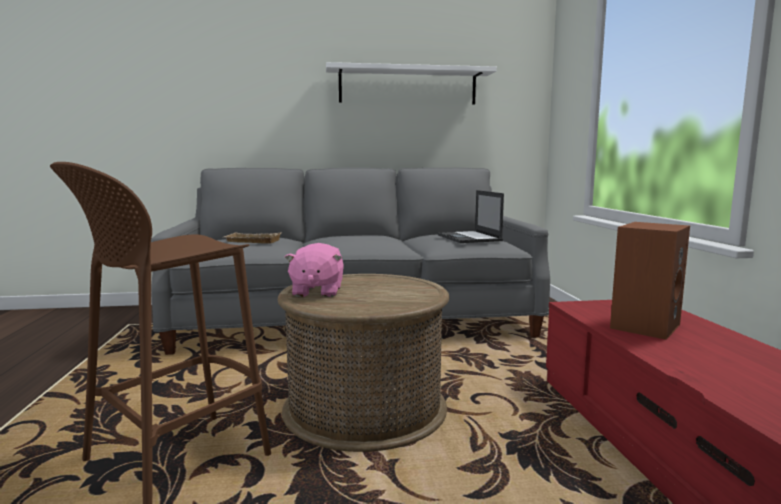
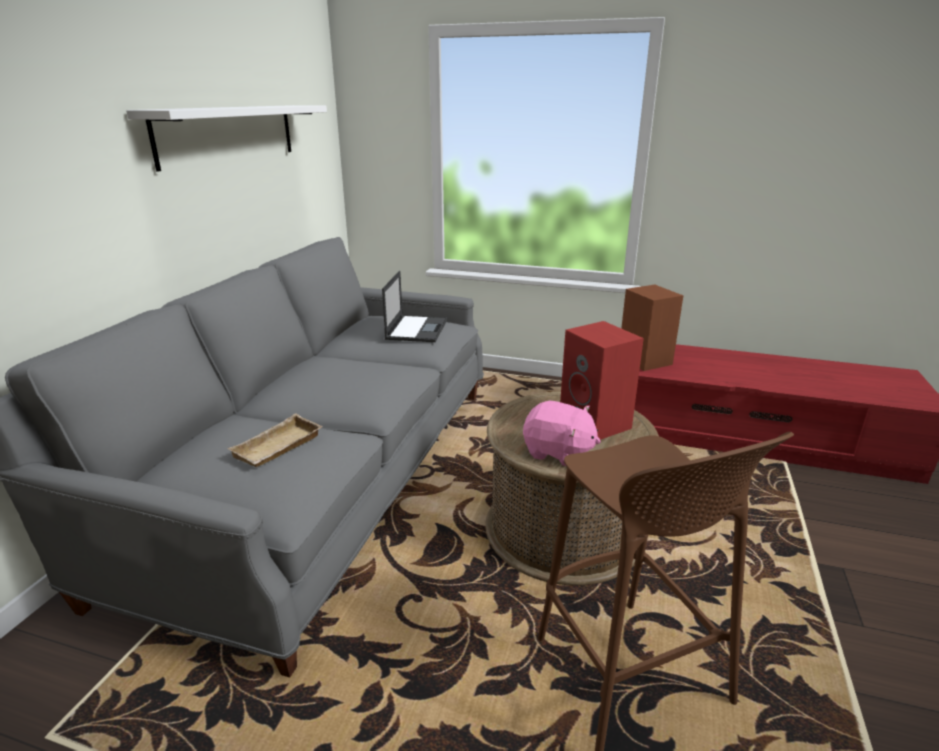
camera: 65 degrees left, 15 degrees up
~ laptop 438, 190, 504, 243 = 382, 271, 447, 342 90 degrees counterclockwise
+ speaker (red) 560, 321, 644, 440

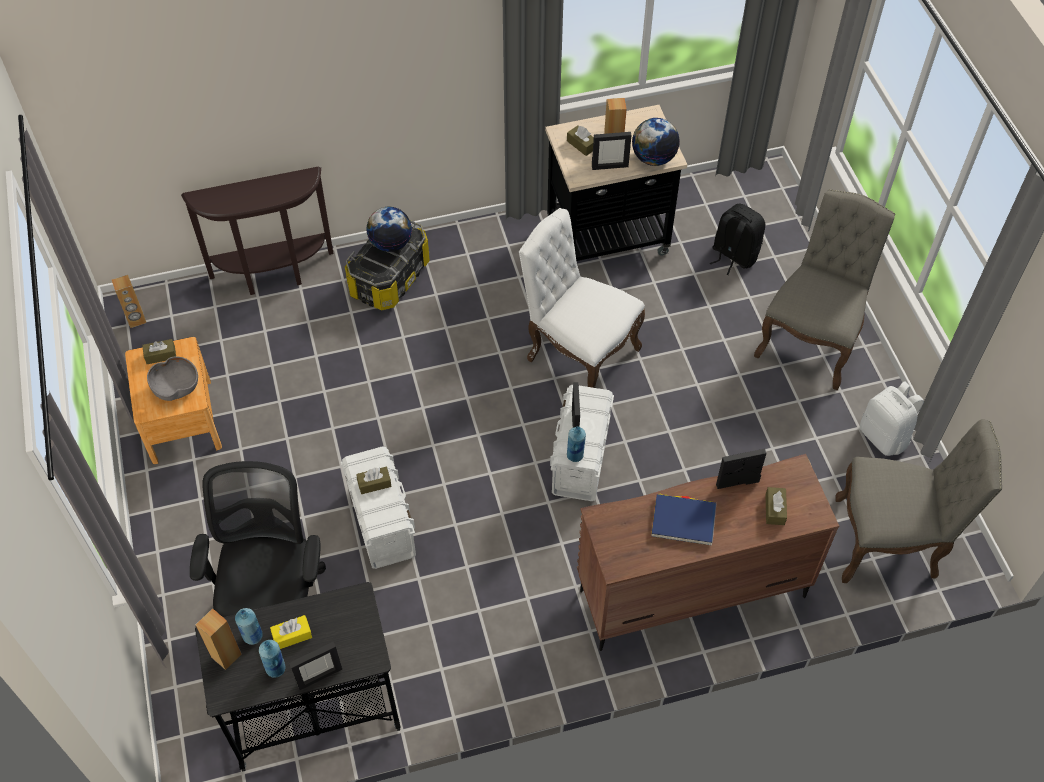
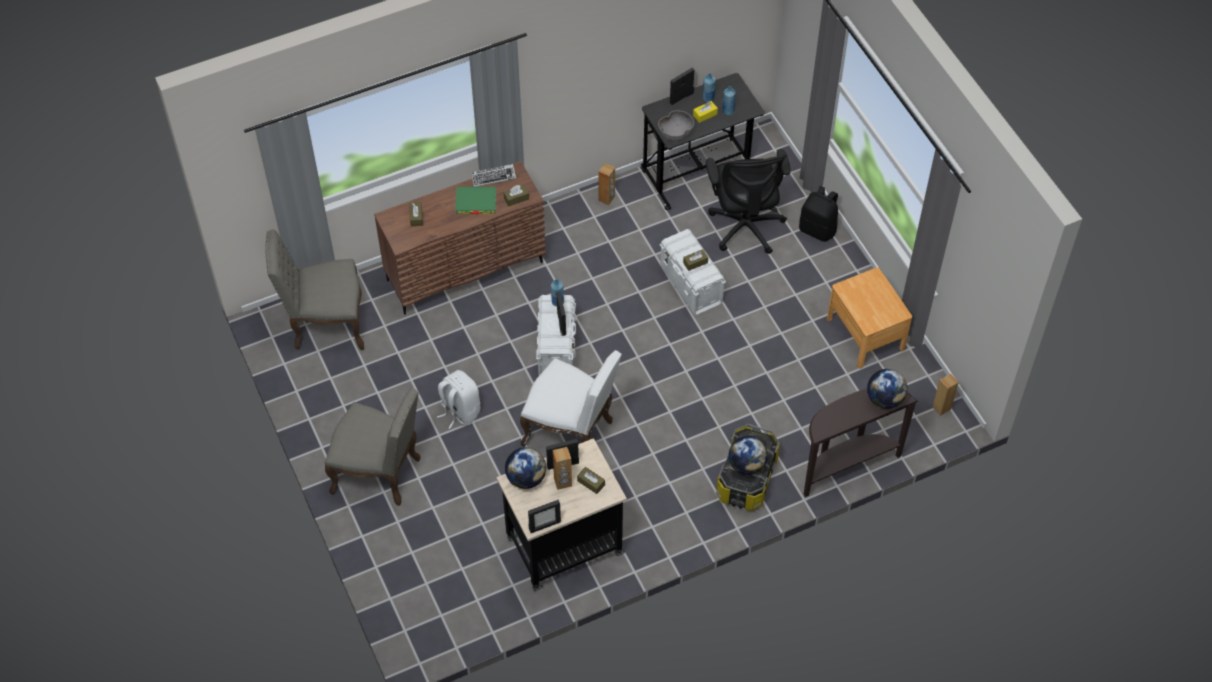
camera: 170 degrees right, 0 degrees up
~ tissue box (brown) 142, 339, 176, 364 to 504, 185, 529, 206
~ bowl (grey) 147, 356, 198, 401 to 658, 110, 694, 141
~ speaker (brown) 196, 608, 242, 670 to 598, 163, 615, 205
~ book (blue) 651, 494, 716, 546 to book (green) 455, 187, 496, 214
~ backpack (black) 710, 204, 765, 275 to 799, 186, 838, 242
~ picture frame 716, 448, 767, 489 to 528, 500, 561, 533
~ chair (grey) 754, 189, 895, 390 = 325, 388, 421, 506 90 degrees counterclockwise
~ backpack (white) 860, 381, 924, 456 to 437, 370, 481, 429
+ keyboard 471, 164, 516, 187
+ globe 867, 369, 907, 409

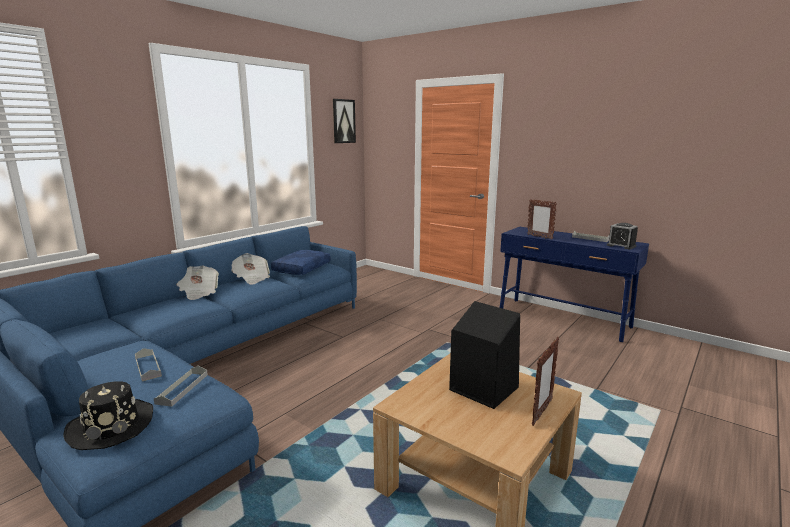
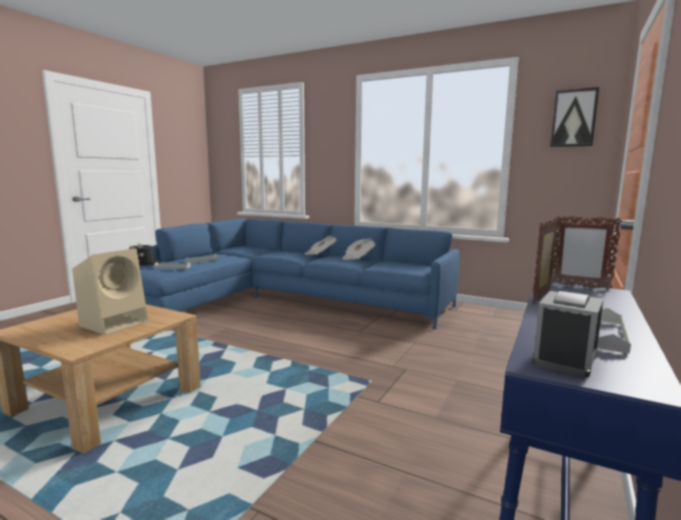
camera: 80 degrees right, 5 degrees down
- pillow (blue) 271, 250, 331, 275
~ speaker (black) 449, 301, 520, 409 to speaker (beige) 72, 248, 148, 335
~ picture frame 532, 337, 559, 426 to 551, 216, 622, 290

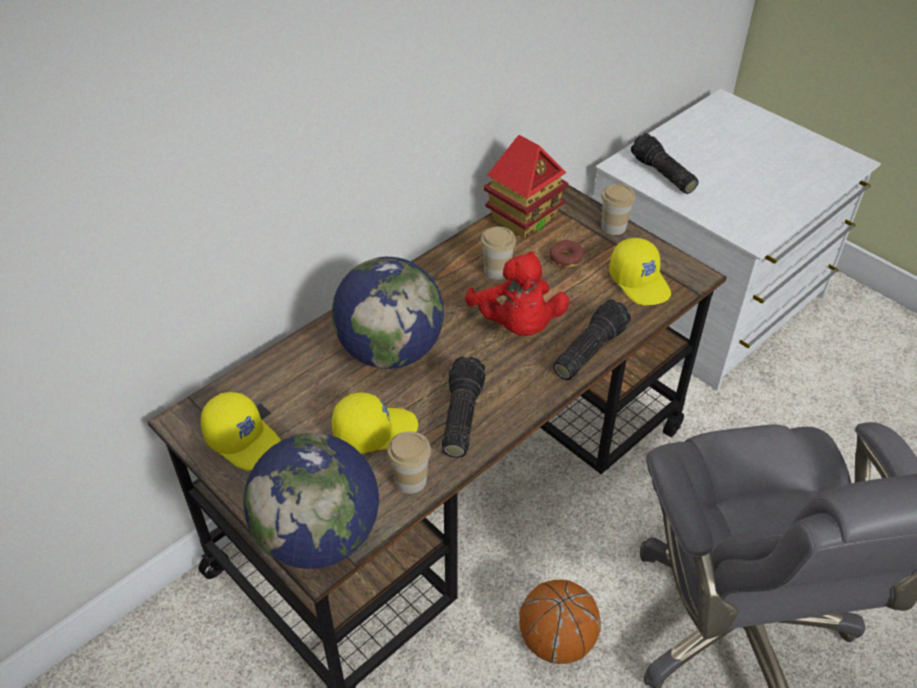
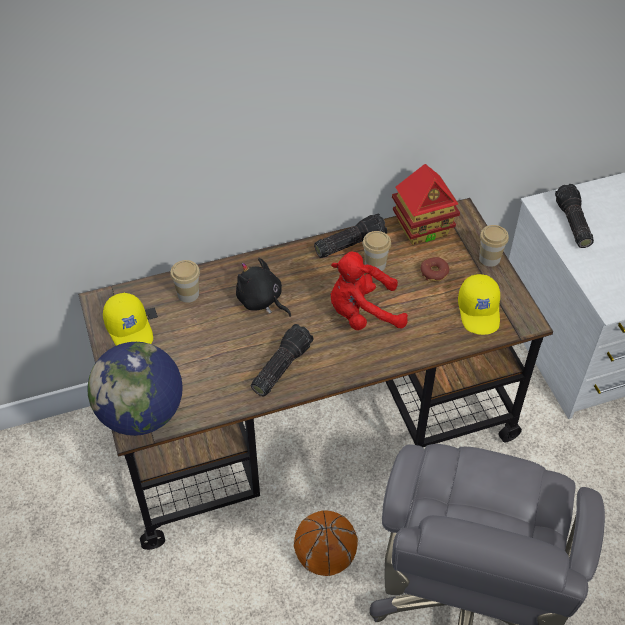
camera: 25 degrees right, 5 degrees up
~ globe 332, 257, 444, 369 to plush toy (black) 236, 258, 291, 317
- cap (yellow) 332, 392, 418, 453
~ cup 387, 431, 431, 494 to 170, 260, 200, 303
~ plush toy (red) 465, 251, 569, 336 = 331, 251, 408, 330 75 degrees clockwise
~ flashlight 553, 299, 631, 380 to 314, 214, 387, 258

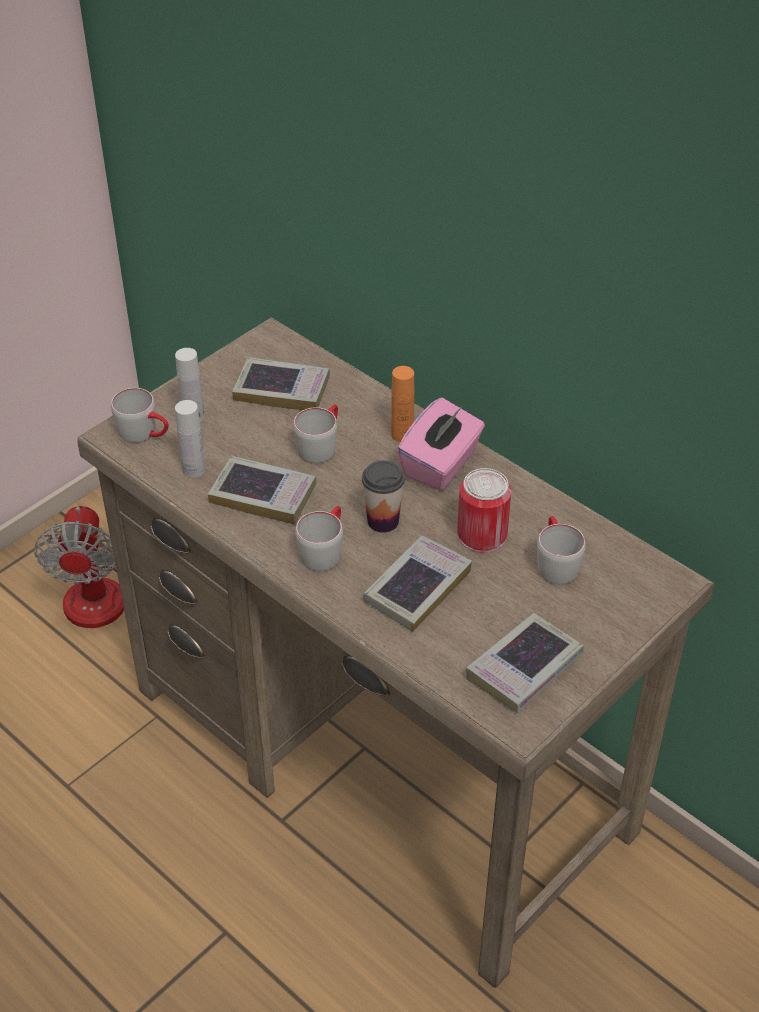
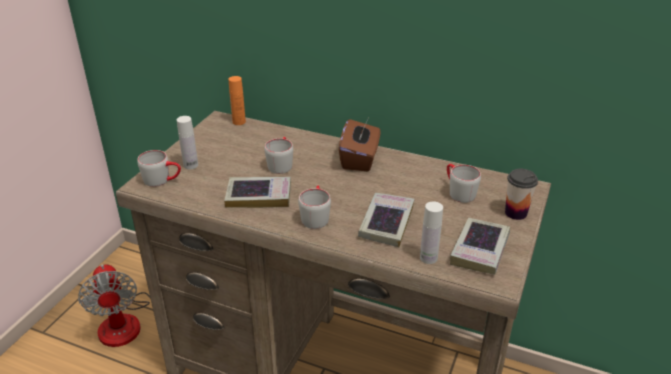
camera: 20 degrees left, 10 degrees down
~ bottle (white) 175, 400, 205, 478 to 420, 201, 443, 264
- book 232, 357, 330, 411
~ cup 362, 461, 405, 533 to 505, 169, 538, 220
~ bottle (orange) 391, 366, 414, 442 to 228, 76, 246, 125
~ tissue box (pink) 397, 398, 485, 491 to tissue box (brown) 339, 119, 381, 171
- can 457, 468, 512, 553

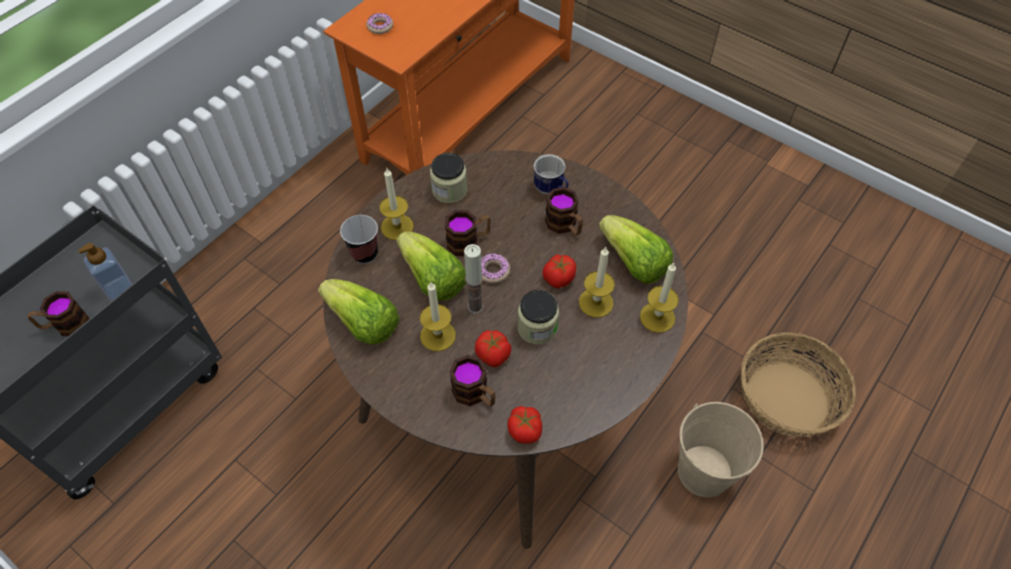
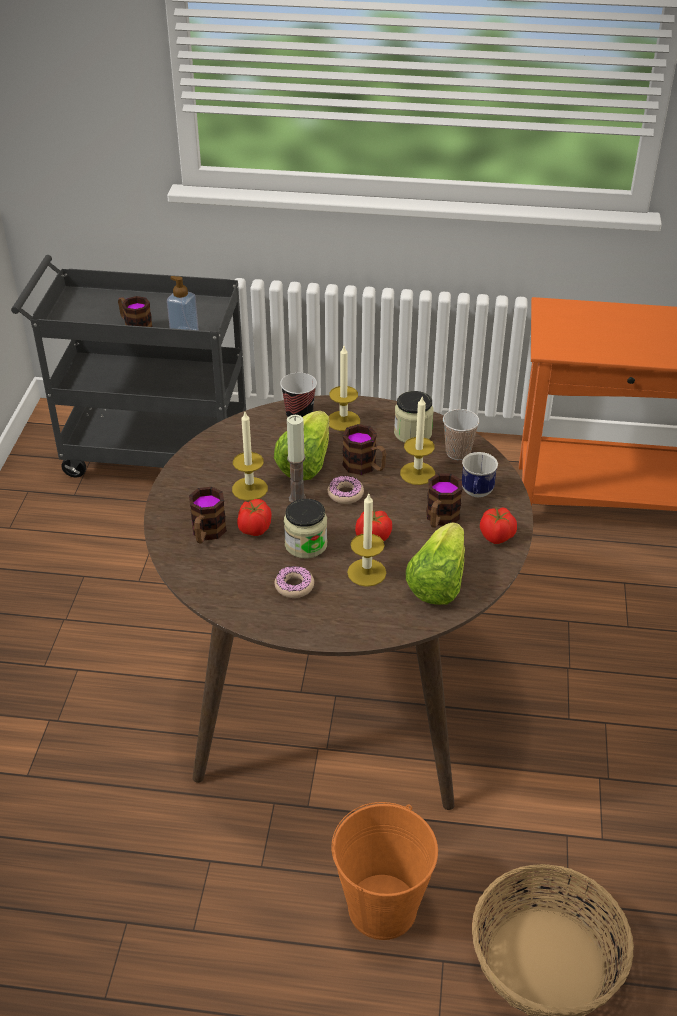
camera: 60 degrees right, 15 degrees down
- lettuce 318, 279, 399, 345
~ donut 366, 13, 393, 34 to 275, 566, 314, 598
~ tomato 508, 406, 542, 444 to 480, 507, 517, 544
~ candle 640, 262, 679, 333 to 400, 395, 435, 485
~ bucket (beige) 678, 402, 764, 497 to bucket (orange) 331, 802, 438, 940
+ cup 443, 409, 480, 460

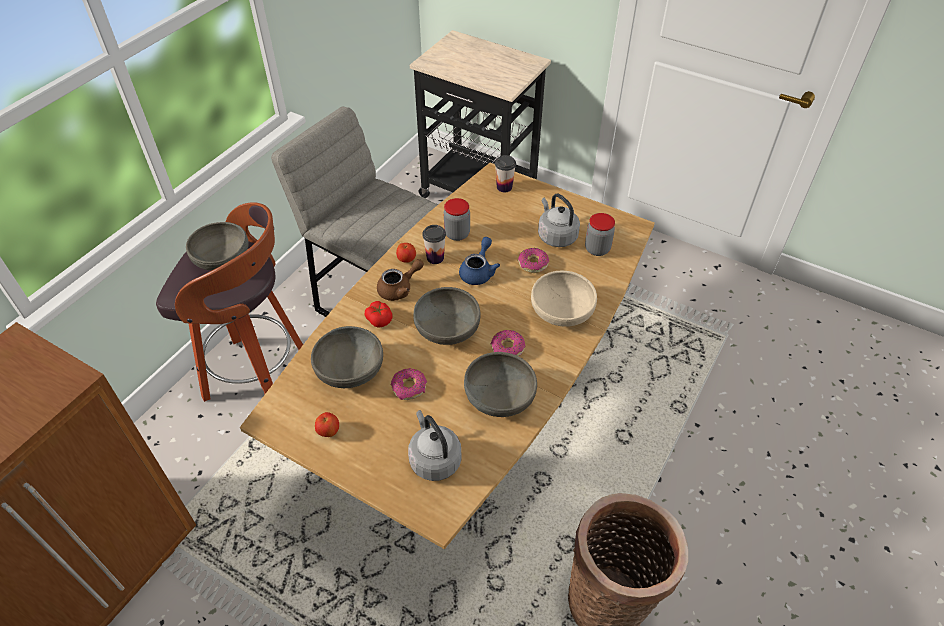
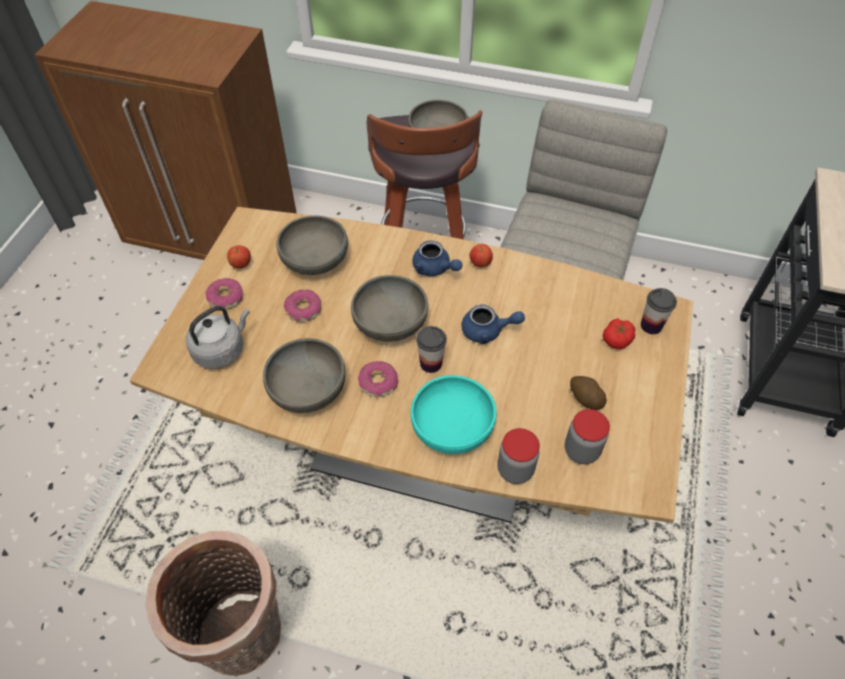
camera: 75 degrees right, 5 degrees up
~ tomato 365, 301, 393, 328 to 603, 318, 635, 349
~ teapot (brown) 377, 259, 424, 301 to teapot (blue) 412, 240, 462, 276
~ cup 422, 225, 446, 264 to 416, 326, 447, 373
~ jar 444, 198, 470, 241 to 497, 428, 540, 484
~ donut 518, 248, 549, 273 to 206, 278, 243, 309
~ bowl (beige) 531, 271, 597, 327 to bowl (turquoise) 411, 375, 497, 454
~ kettle (grey) 538, 194, 580, 247 to potato 570, 376, 607, 410

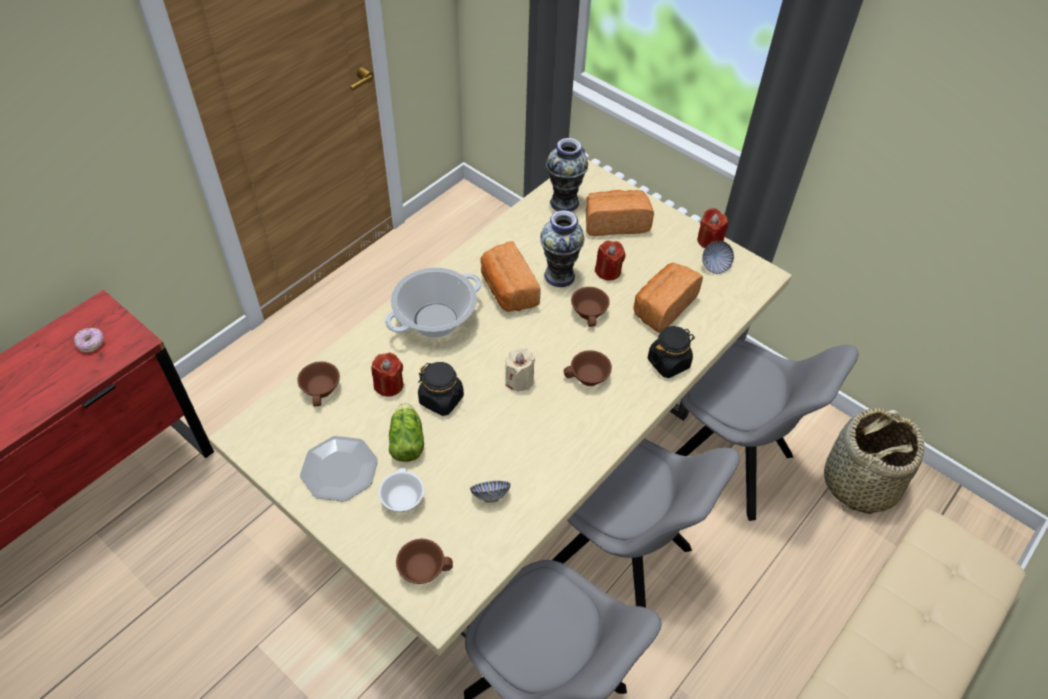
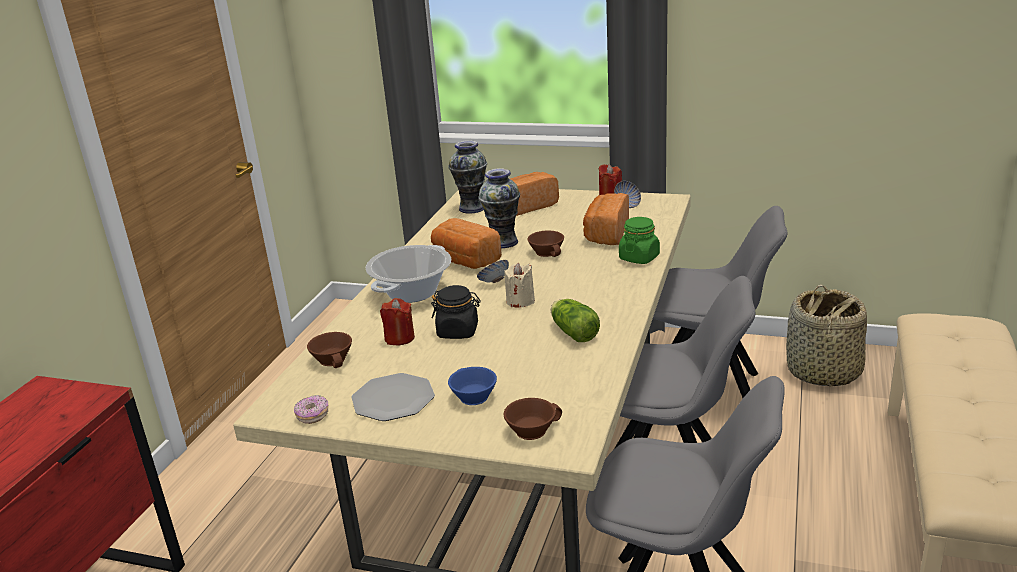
camera: 20 degrees left, 25 degrees down
~ donut 74, 328, 104, 353 to 294, 395, 328, 424
~ cup (white) 378, 468, 424, 512 to cup (blue) 448, 367, 497, 405
~ lettuce 389, 403, 424, 462 to 551, 299, 600, 342
~ bowl 470, 481, 511, 503 to 477, 260, 509, 283
- cup (brown) 564, 350, 612, 386
- candle (red) 595, 240, 626, 281
~ jar (black) 648, 326, 695, 378 to jar (green) 619, 217, 660, 264

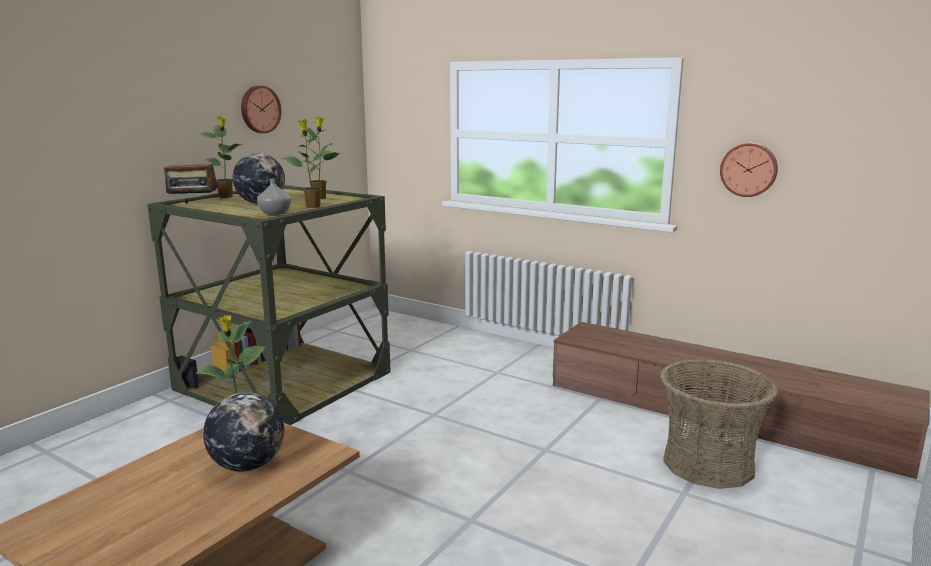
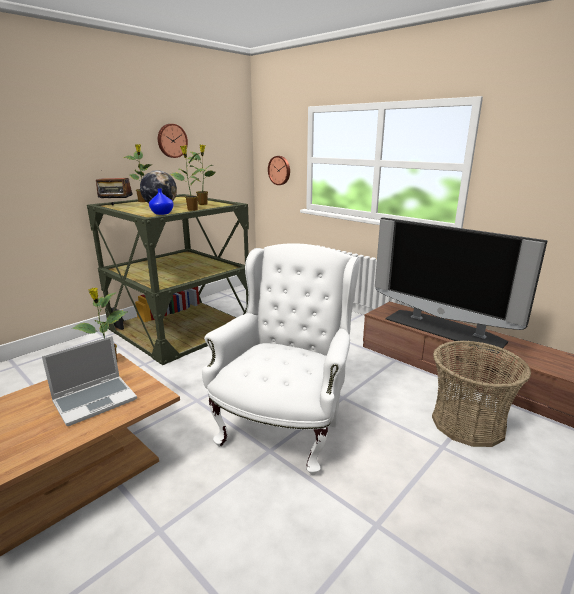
camera: 10 degrees right, 5 degrees up
~ globe 203, 392, 284, 472 to laptop 42, 336, 137, 426
~ vase (grey) 257, 178, 291, 215 to vase (blue) 149, 188, 174, 215
~ wall clock 720, 143, 778, 197 to 268, 156, 290, 185
+ armchair (white) 202, 243, 360, 476
+ television 375, 217, 548, 354

